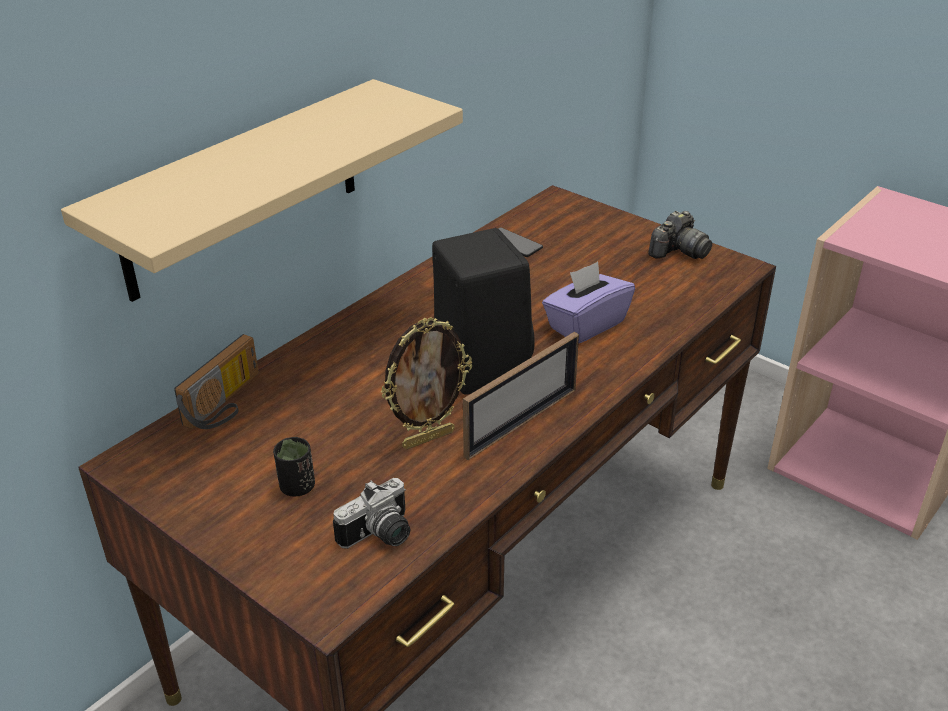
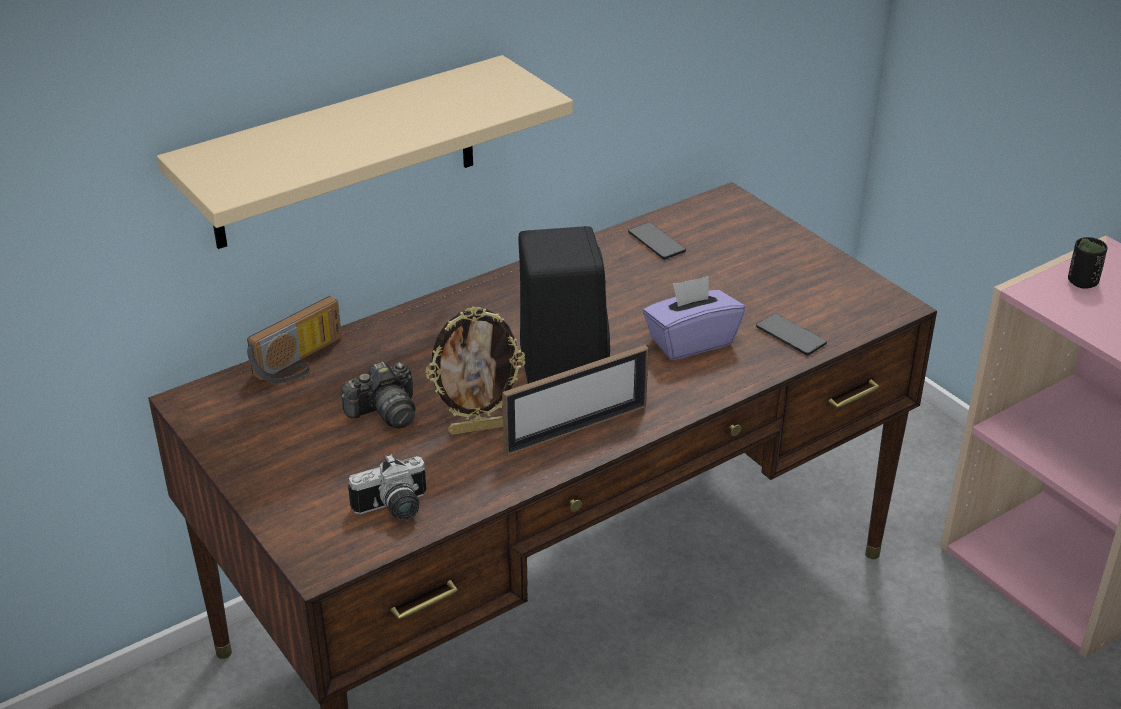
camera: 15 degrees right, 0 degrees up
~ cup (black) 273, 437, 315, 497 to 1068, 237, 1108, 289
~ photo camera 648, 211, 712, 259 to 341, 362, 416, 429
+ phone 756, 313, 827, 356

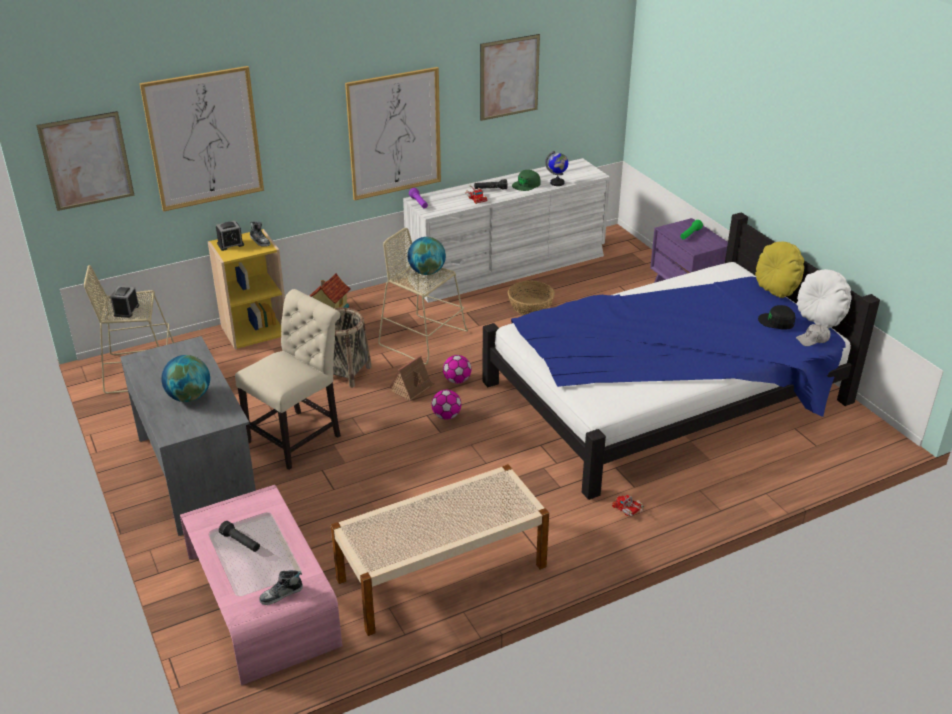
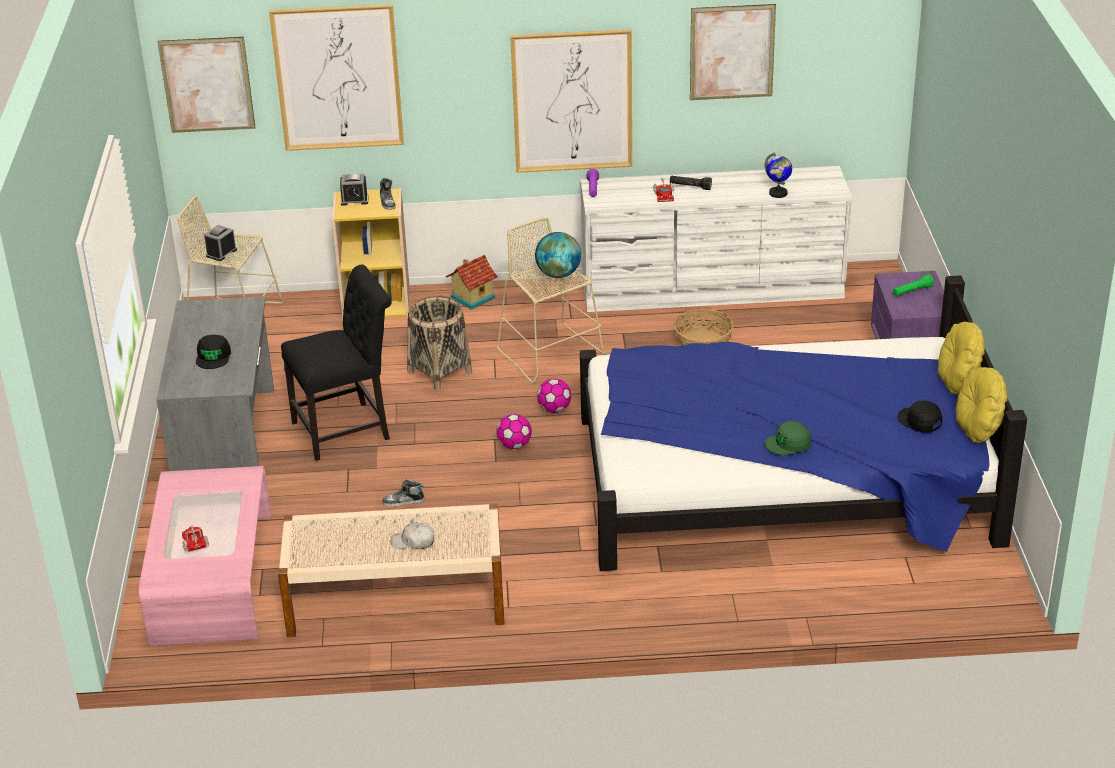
camera: 25 degrees right, 0 degrees up
~ globe 161, 355, 210, 402 to cap (black) 196, 335, 231, 369
- flashlight (black) 219, 521, 260, 552
~ chair (beige) 235, 289, 341, 470 to chair (black) 281, 265, 391, 461
~ shoe 259, 570, 303, 605 to 383, 480, 424, 507
- toy house 390, 355, 435, 400
~ cap (green) 512, 170, 541, 191 to 765, 421, 811, 455
~ toy truck 612, 495, 644, 517 to 182, 527, 209, 551
~ cap (white) 796, 324, 831, 346 to 391, 522, 434, 549
~ pillow (white) 797, 269, 852, 328 to pillow (yellow) 956, 367, 1007, 443

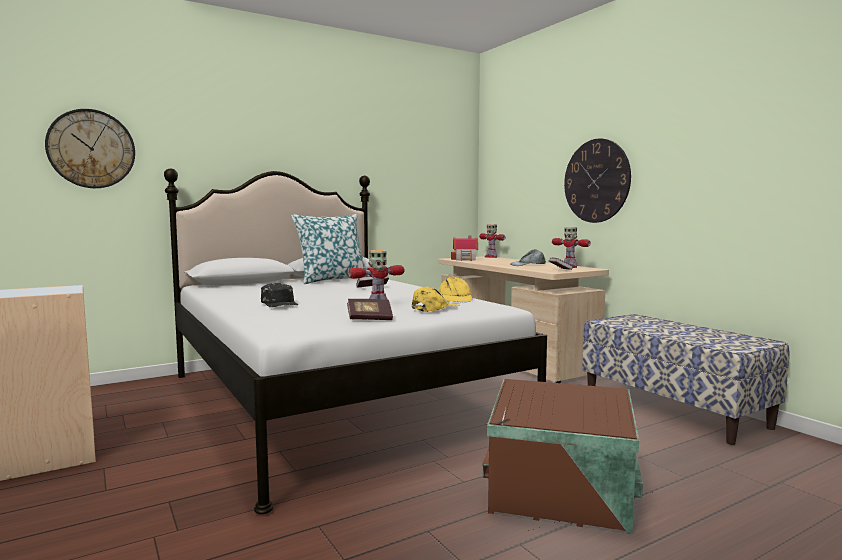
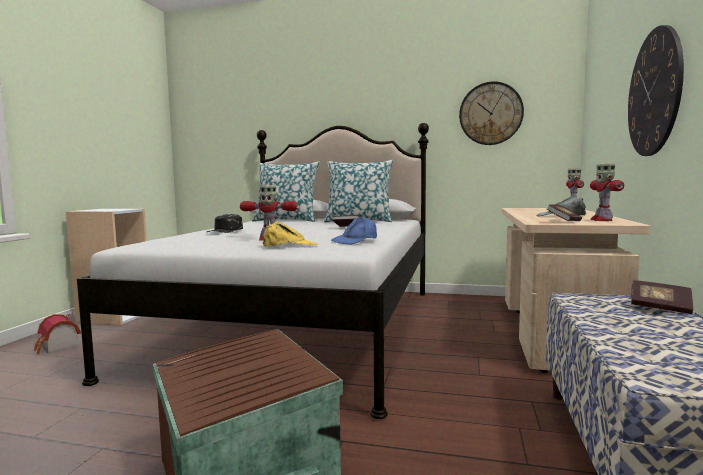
camera: 45 degrees right, 0 degrees up
~ wall clock 45, 109, 135, 188 to 459, 81, 524, 145
~ book 347, 299, 393, 320 to 631, 280, 693, 314
~ cap (yellow) 439, 277, 472, 302 to cap (blue) 331, 217, 377, 244
~ toy house 451, 236, 478, 261 to 34, 314, 81, 354
+ pillow 252, 161, 320, 222

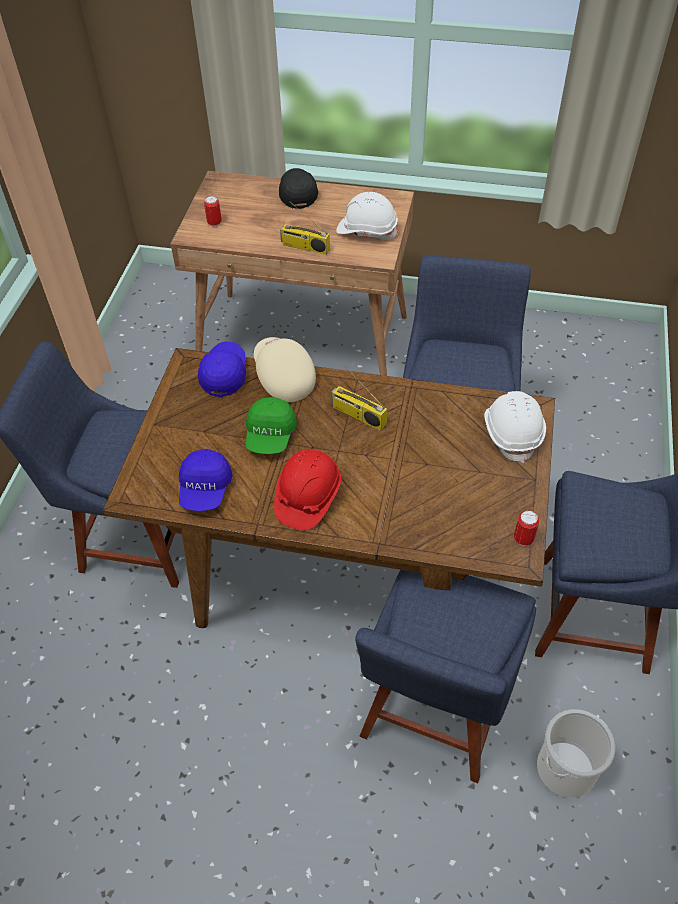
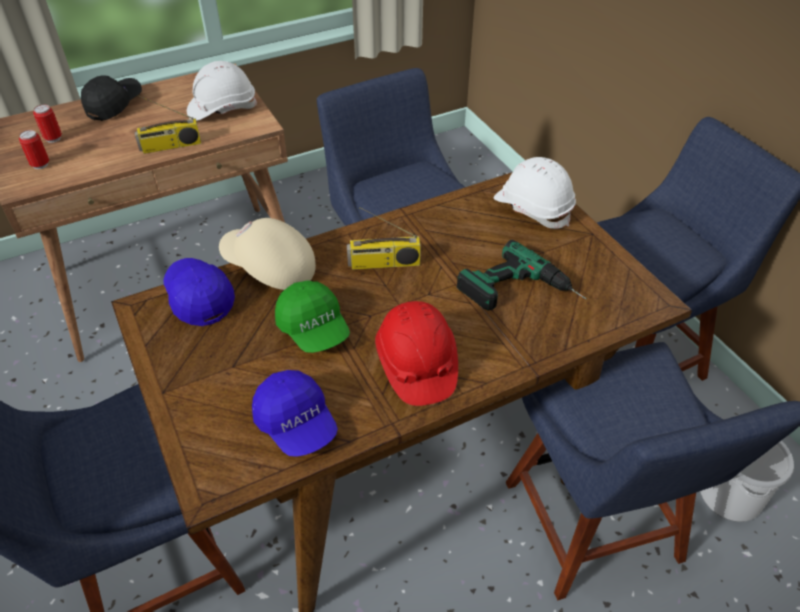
camera: 40 degrees left, 5 degrees down
~ cap (black) 279, 168, 318, 209 = 81, 75, 142, 121 75 degrees clockwise
~ can 514, 510, 539, 546 to 33, 105, 62, 143
+ power drill 457, 240, 587, 310

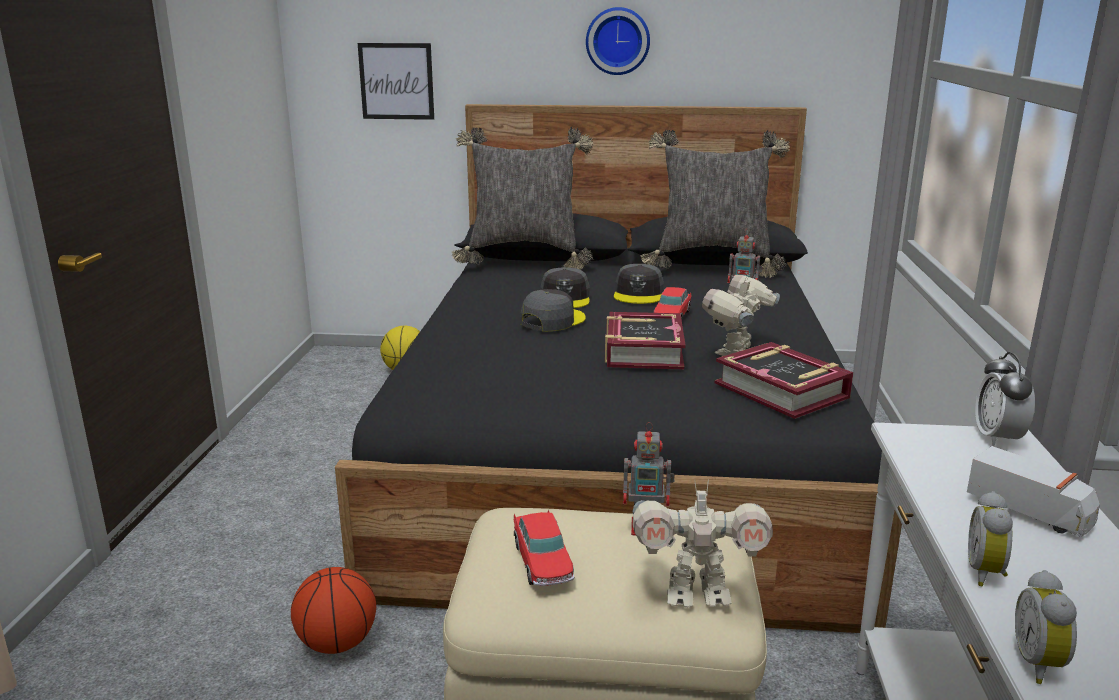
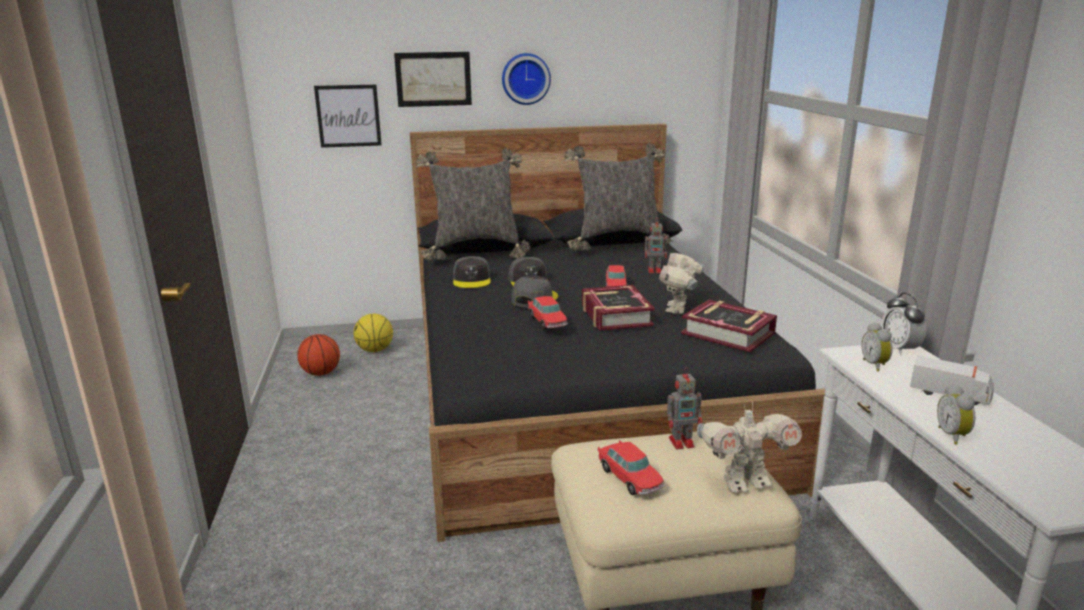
camera: 15 degrees left, 0 degrees up
~ basketball 291, 567, 376, 654 to 297, 334, 340, 376
~ cap (grey) 614, 264, 664, 304 to 453, 256, 491, 288
~ alarm clock 1015, 570, 1077, 684 to 862, 322, 893, 371
+ picture 394, 52, 472, 107
+ toy car 528, 296, 568, 330

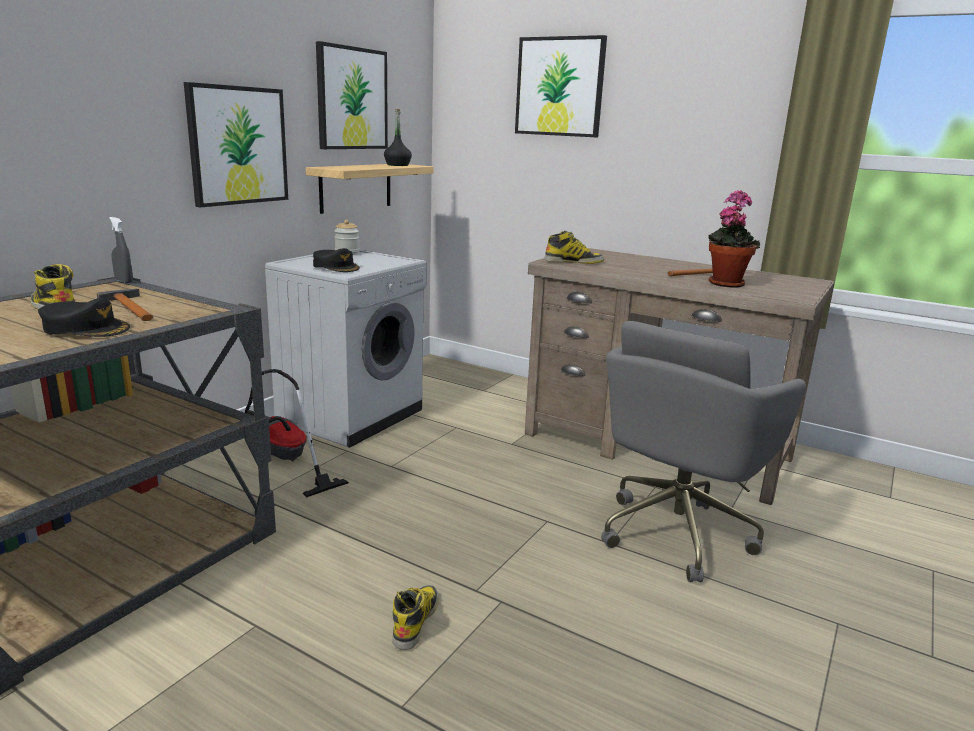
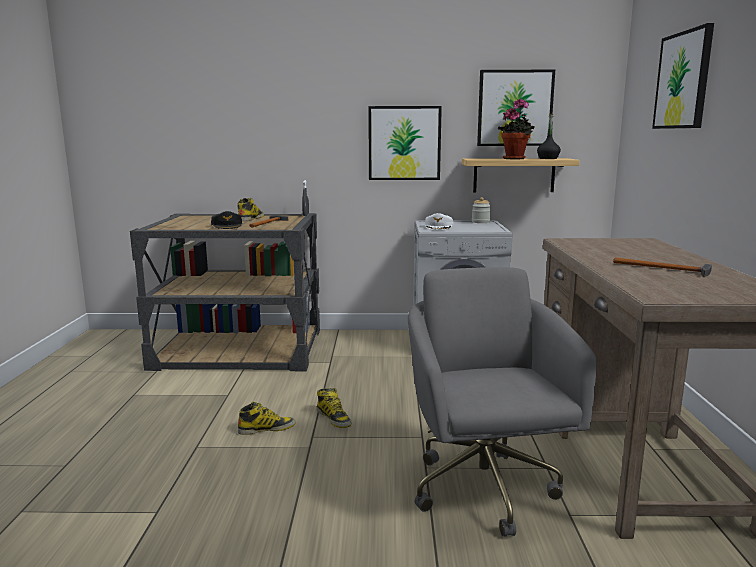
camera: 60 degrees right, 5 degrees down
- vacuum cleaner 245, 369, 349, 498
~ cap (black) 313, 248, 360, 272 to cap (white) 425, 213, 453, 230
~ boot 544, 231, 604, 264 to 317, 388, 352, 428
~ office chair (grey) 601, 321, 806, 582 = 408, 267, 597, 537 75 degrees clockwise
~ potted plant 708, 190, 760, 288 to 498, 98, 535, 159

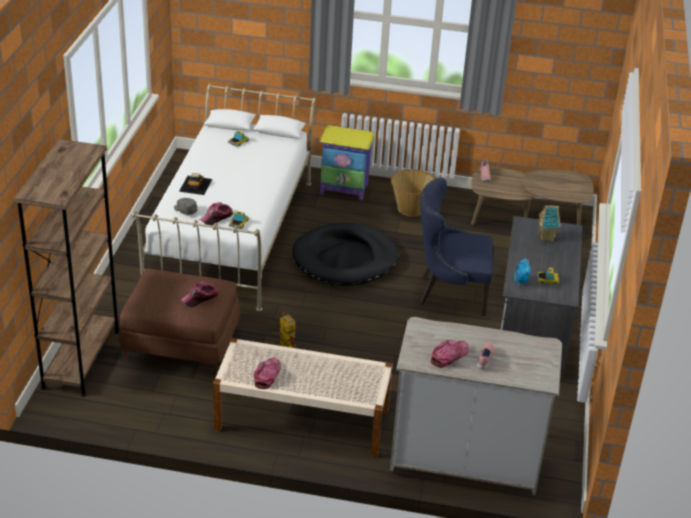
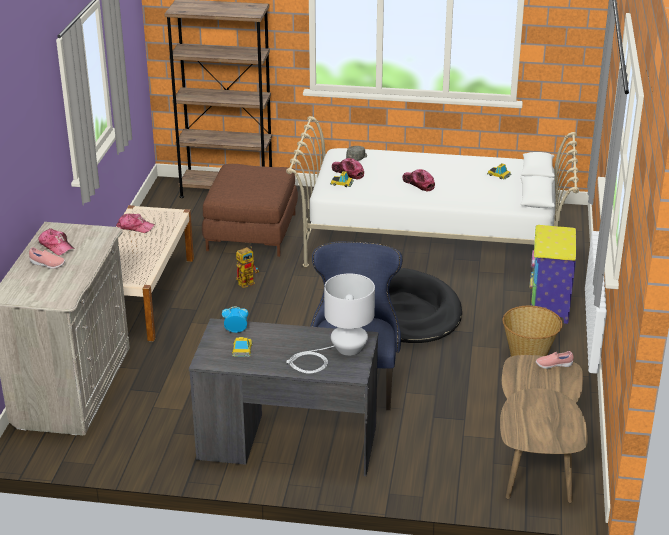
camera: 90 degrees right, 5 degrees down
- toy car 179, 173, 212, 195
~ cap 180, 282, 218, 307 to 402, 169, 435, 191
~ toy house 539, 204, 560, 241 to table lamp (grey) 286, 274, 375, 374

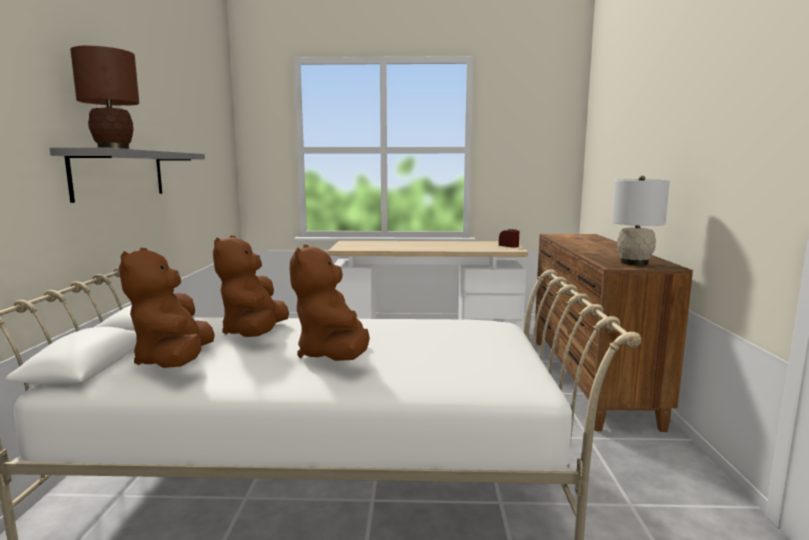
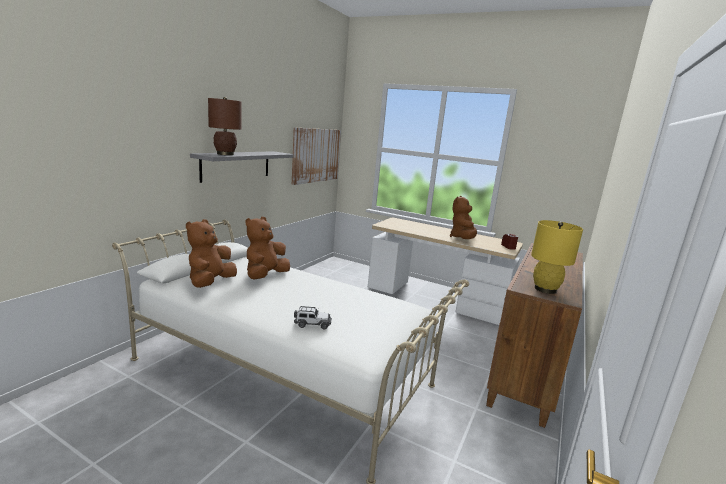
camera: 25 degrees right, 5 degrees up
~ plush toy (brown) 290, 245, 370, 361 to 450, 196, 477, 239
~ table lamp (white) 612, 176, 670, 265 to table lamp (yellow) 531, 220, 583, 294
+ picture 292, 127, 341, 185
+ toy car 294, 306, 332, 330

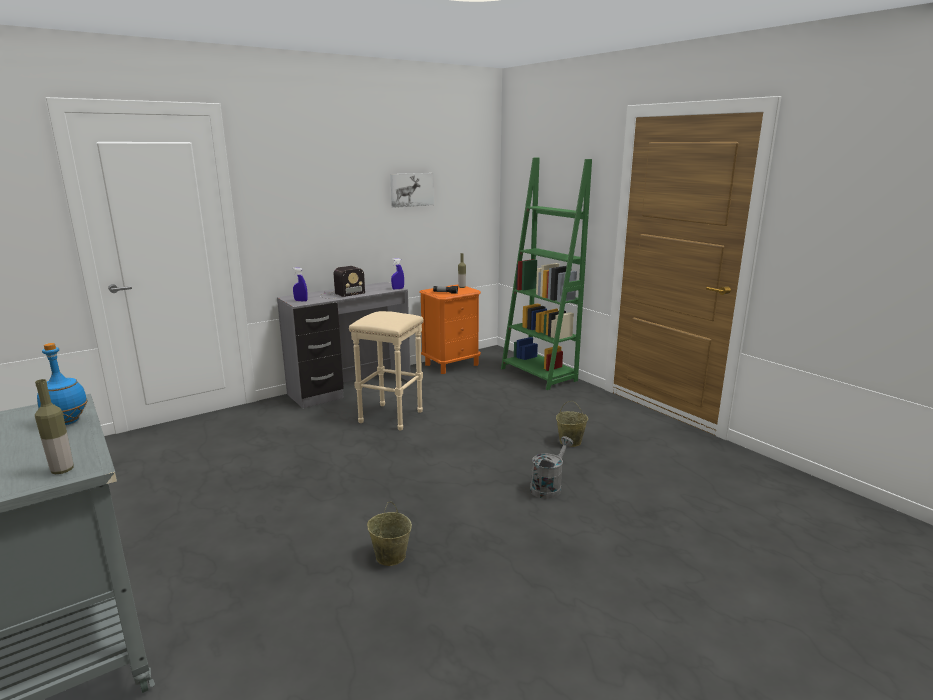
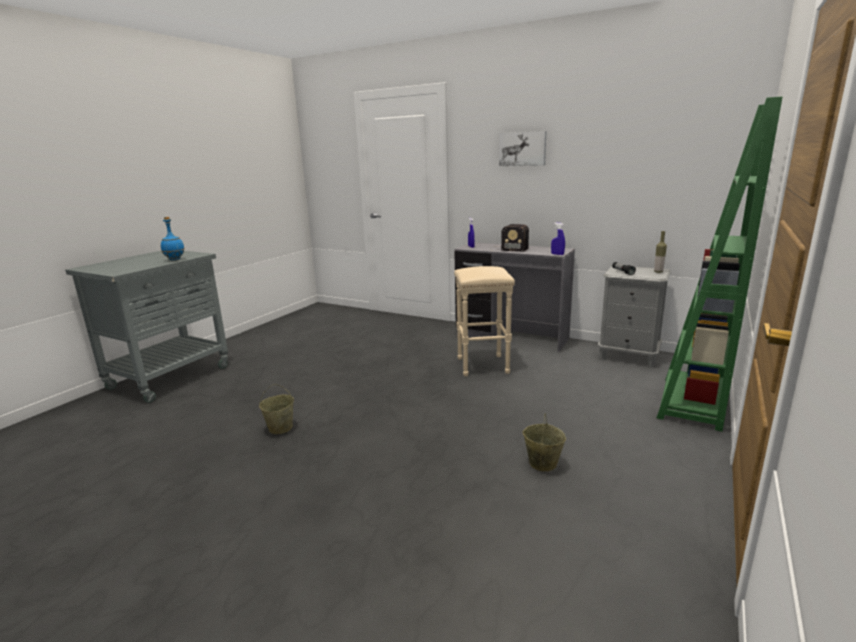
camera: 65 degrees right, 0 degrees up
- bottle 35, 379, 74, 474
~ picture 390, 173, 434, 208 to 499, 131, 546, 166
~ nightstand (orange) 419, 284, 481, 374 to nightstand (grey) 597, 266, 671, 367
- watering can (grey) 530, 436, 573, 499

